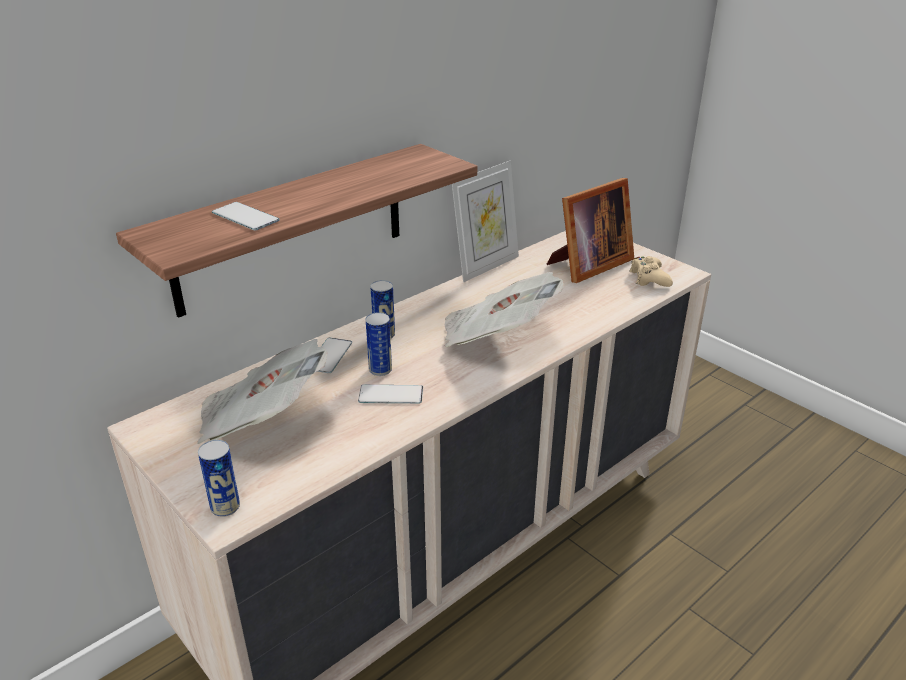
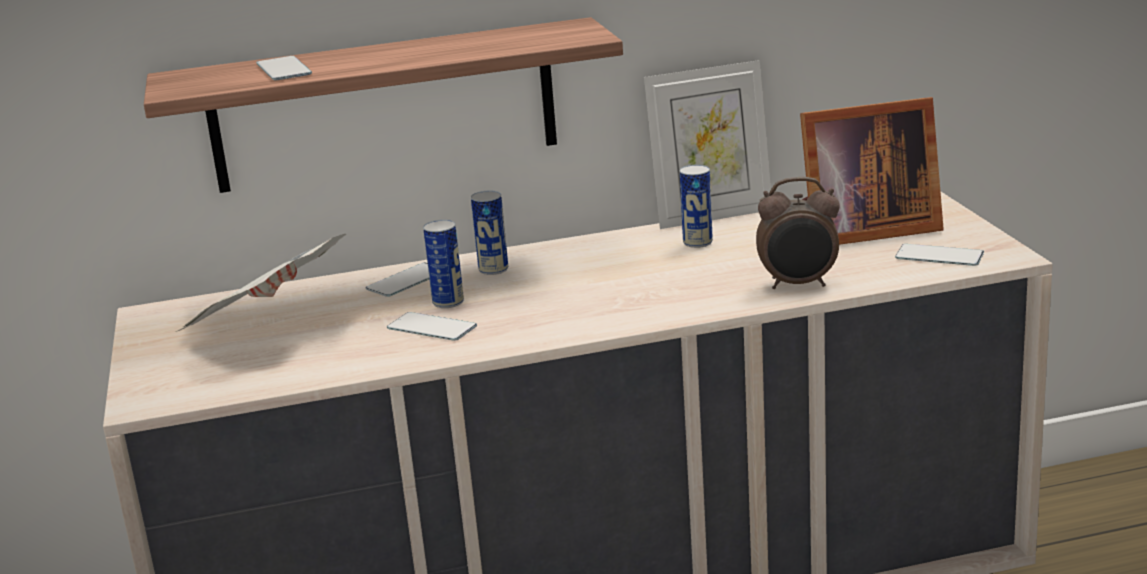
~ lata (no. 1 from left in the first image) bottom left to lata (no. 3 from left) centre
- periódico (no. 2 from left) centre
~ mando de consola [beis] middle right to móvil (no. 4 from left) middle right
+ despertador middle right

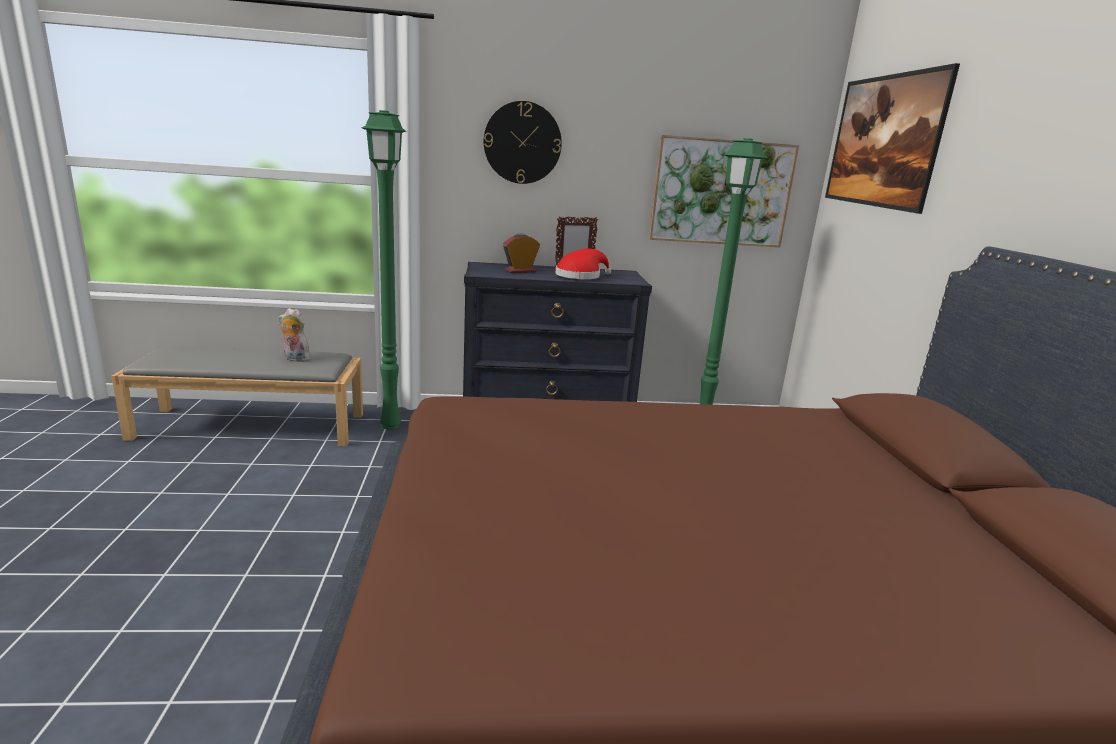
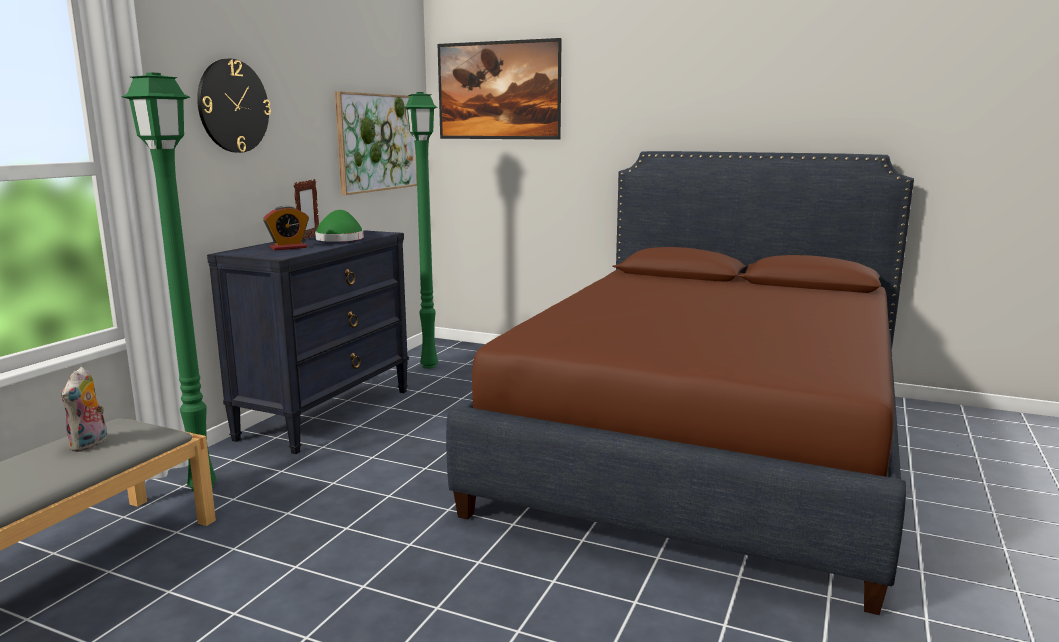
~ peluche middle left = middle left 45 degrees counterclockwise
~ despertador centre = middle left 120 degrees counterclockwise
~ sombrero [rojo] centre to sombrero [verde] middle left

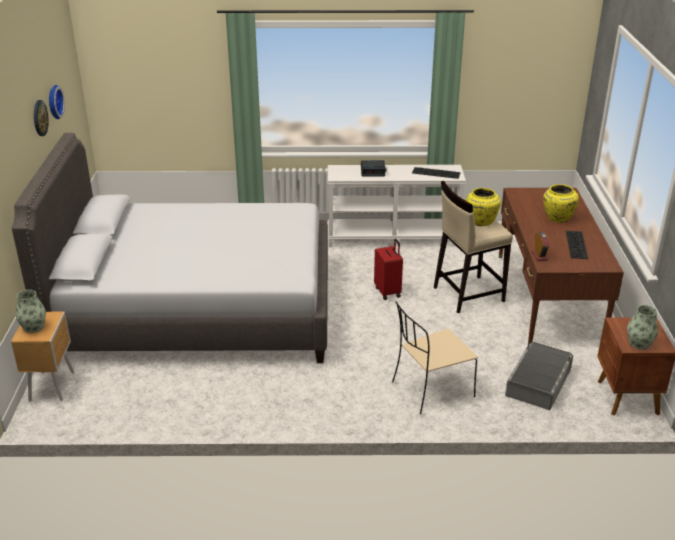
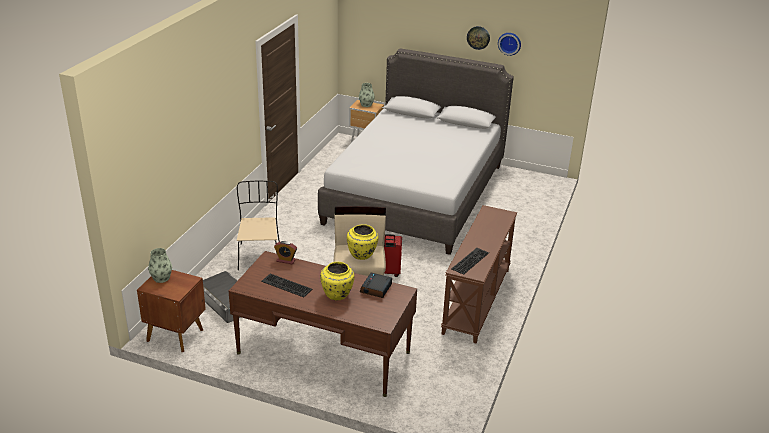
~ mesa consola [blanco] centre to mesa consola [marrón] centre
~ despertador (no. 1 from left in the first image) top centre to despertador (no. 2 from left) centre

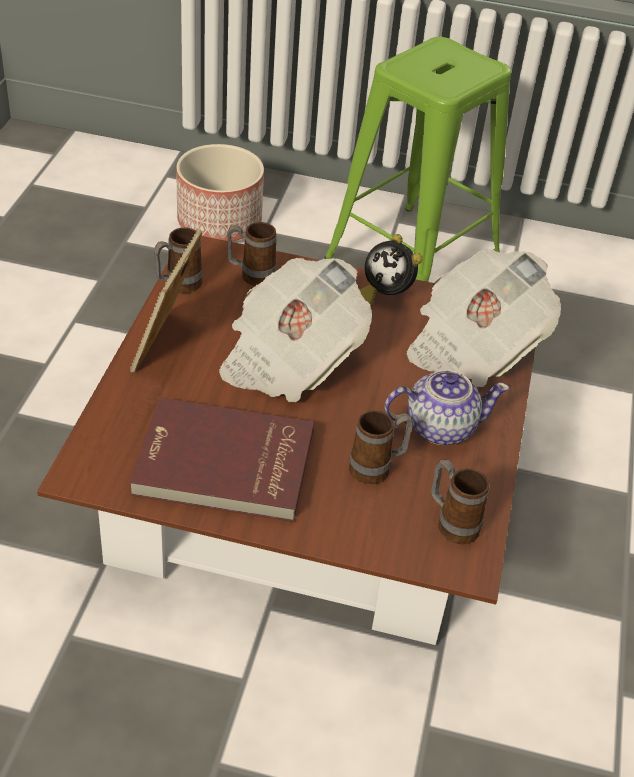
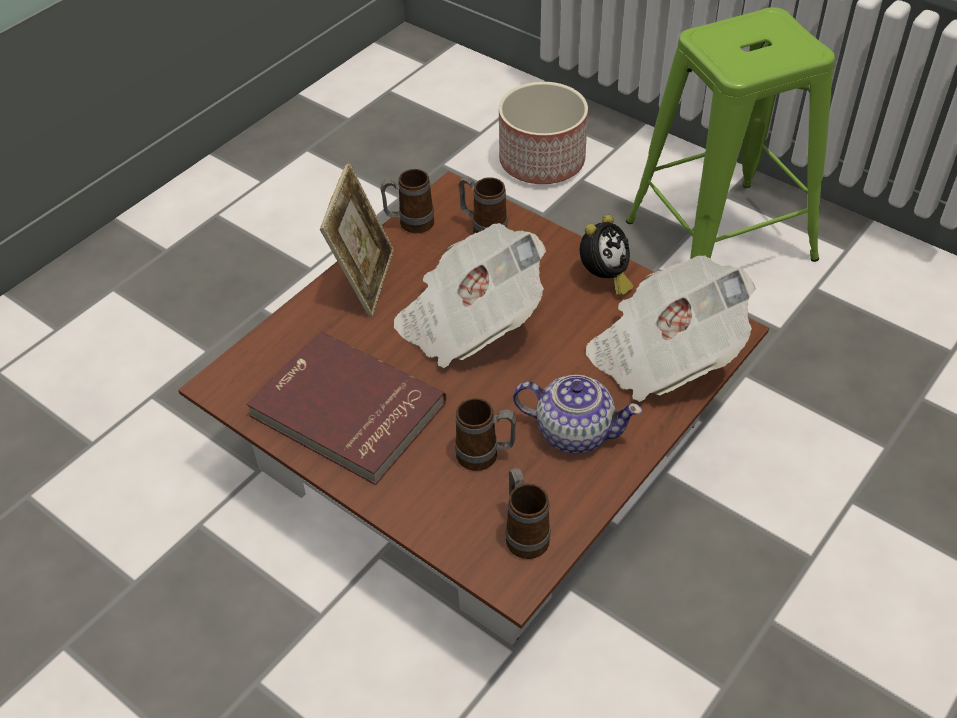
~ portarretratos middle left = top centre 150 degrees clockwise
~ despertador centre = centre 120 degrees counterclockwise

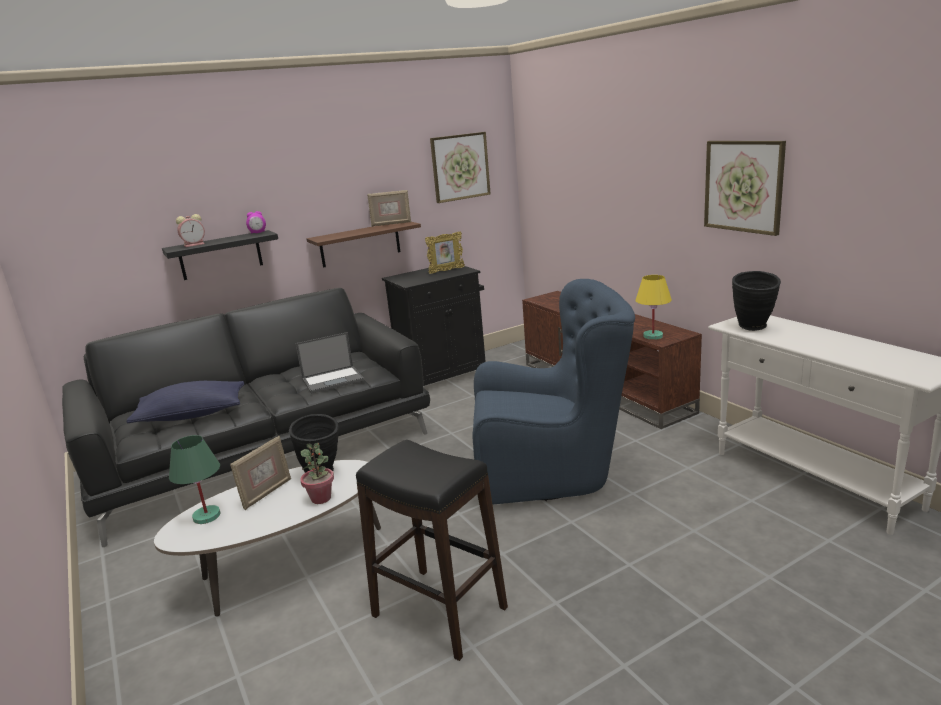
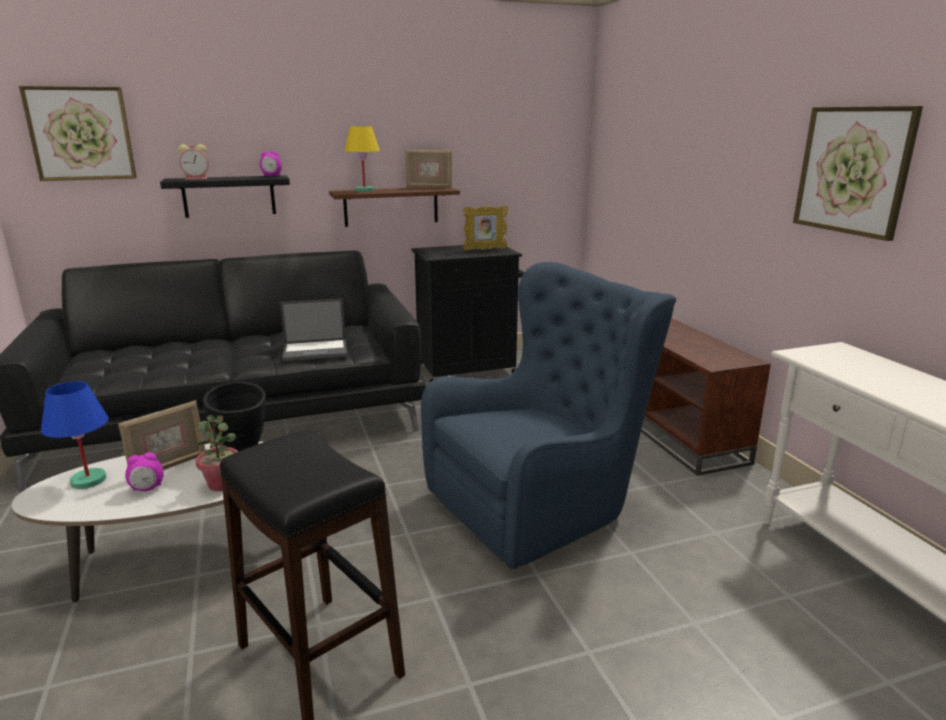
- cojín [azul] middle left
~ lámpara de mesa [verde] bottom left to lámpara de mesa [azul] middle left
~ cuadro (no. 1 from left) top centre to top left
~ sillón [azul] centre = centre 45 degrees counterclockwise
~ lámpara de mesa [amarillo] middle right to top centre
- florero [negro] (no. 2 from left) middle right
+ despertador (no. 1 from left) middle left

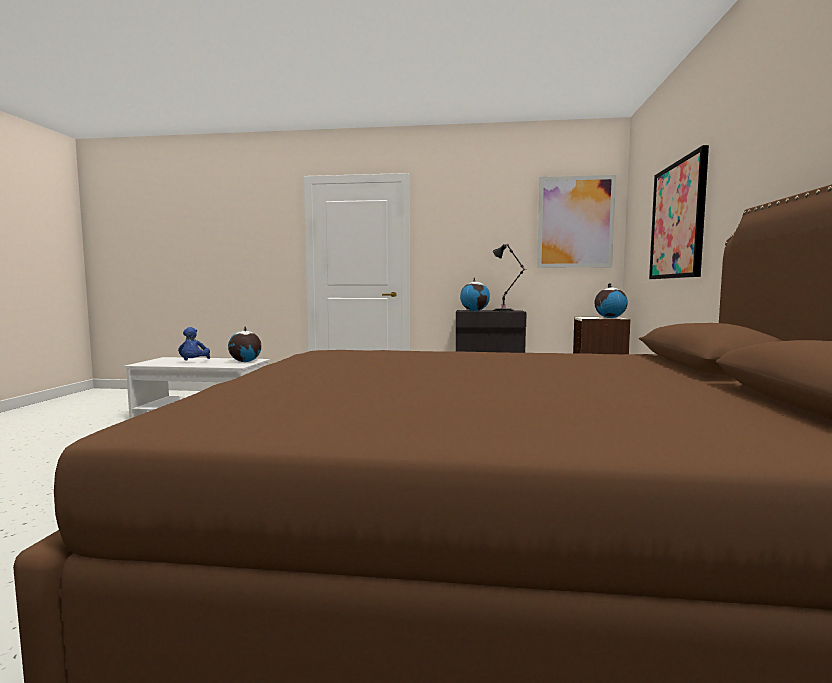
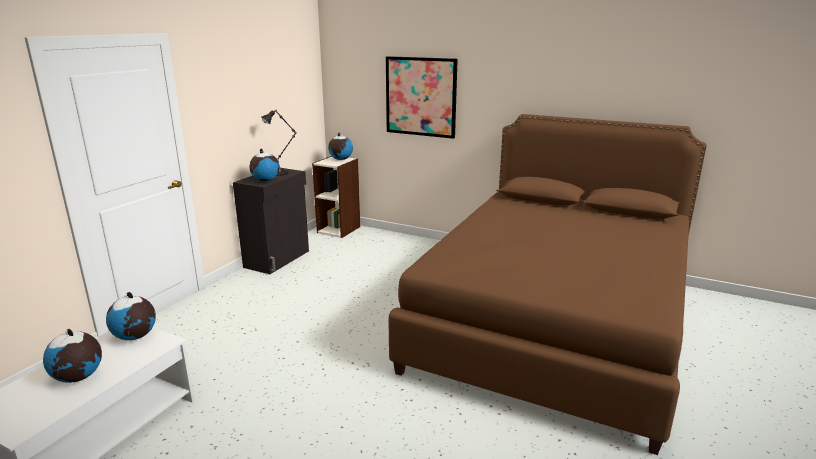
~ peluche [azul] middle left to globo terráqueo (no. 1 from left) bottom left
- cuadro (no. 1 from left) top right

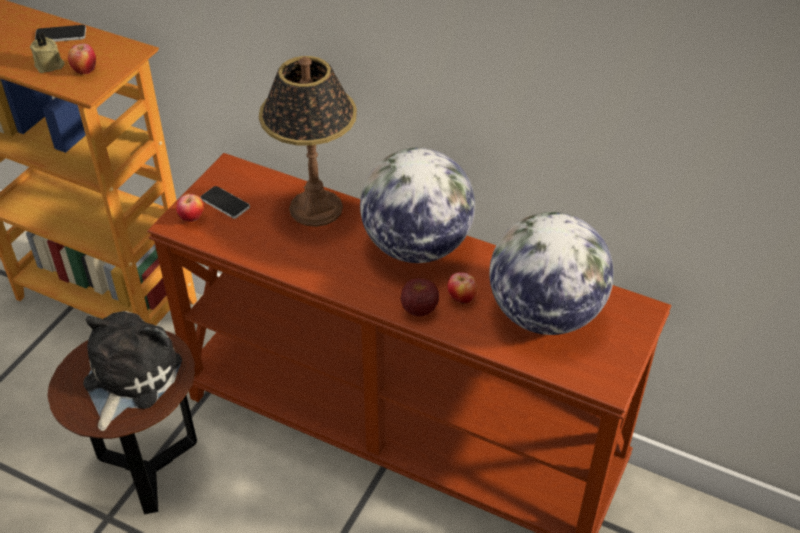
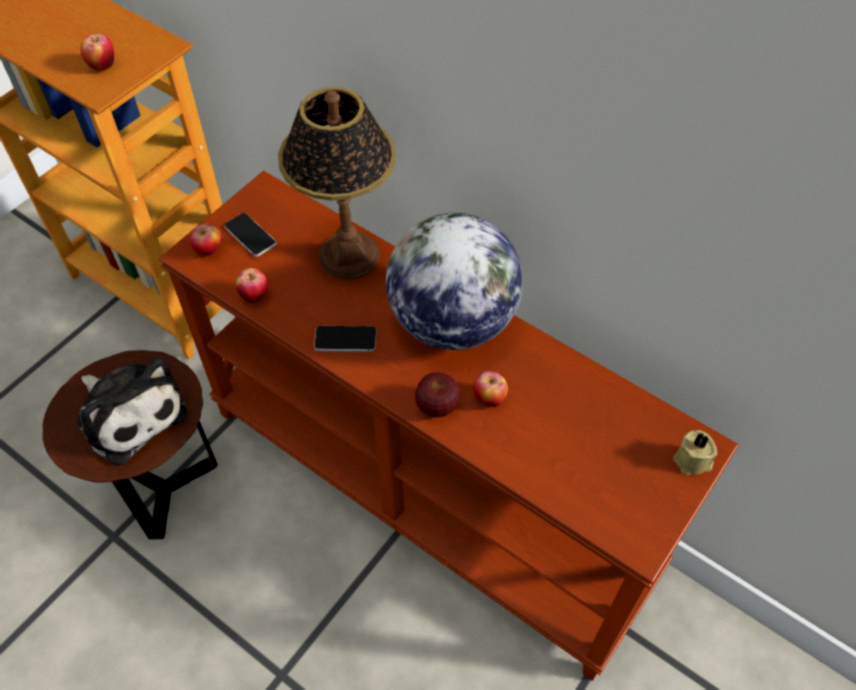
~ vela [beis] top left to middle right
~ móvil (no. 1 from left in the first image) top left to móvil (no. 2 from left) centre
~ peluche bottom left = middle left 105 degrees clockwise
- globo terráqueo (no. 2 from left) middle right
+ manzana (no. 3 from left) middle left

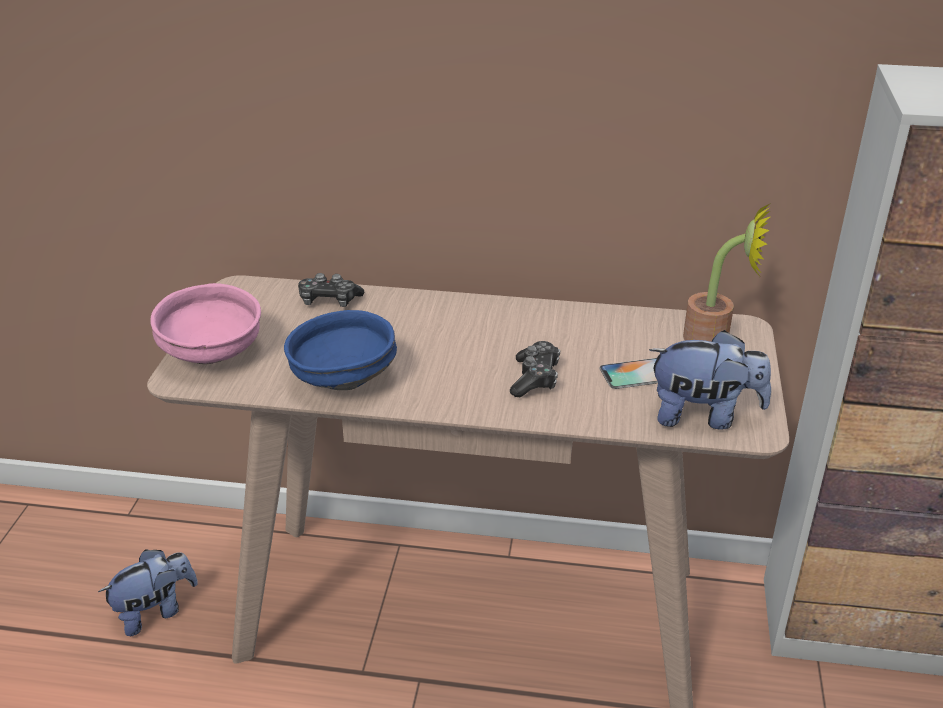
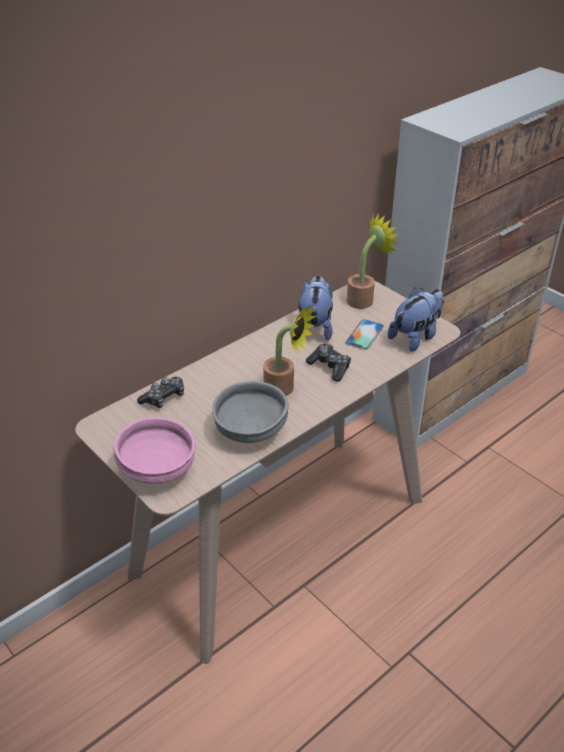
~ peluche (no. 1 from left) bottom left to centre
~ cuenco [azul] centre to cuenco [gris] centre
+ planta en maceta (no. 1 from left) centre

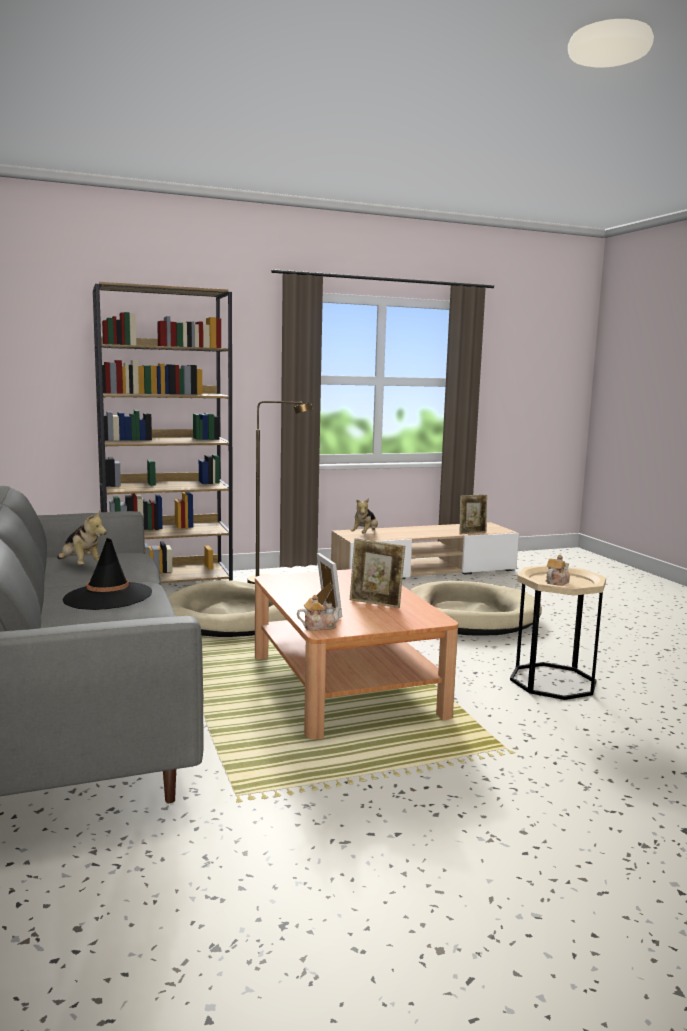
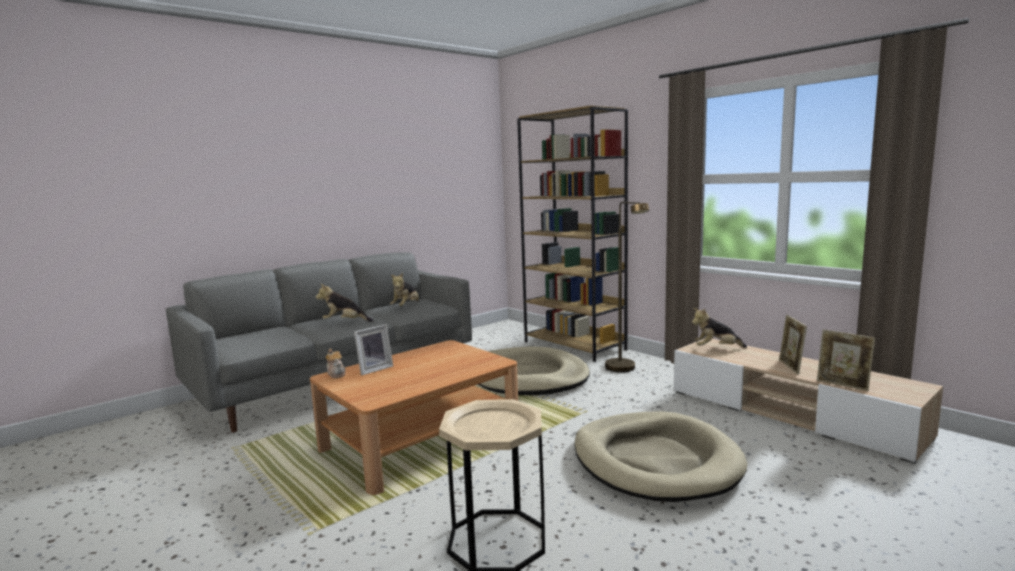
~ sombrero [negro] middle left to peluche (no. 1 from left) centre
~ portarretratos (no. 2 from left) centre to middle right
- tetera (no. 2 from left) middle right

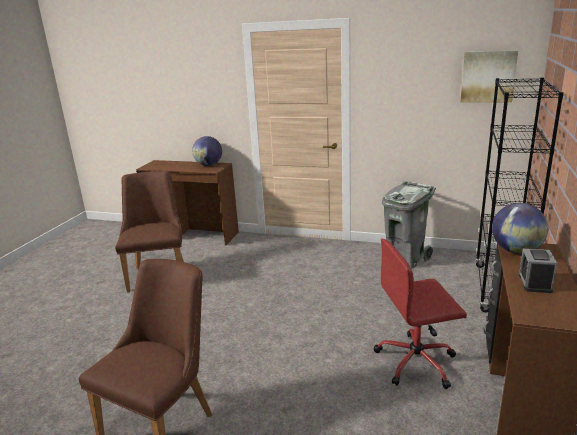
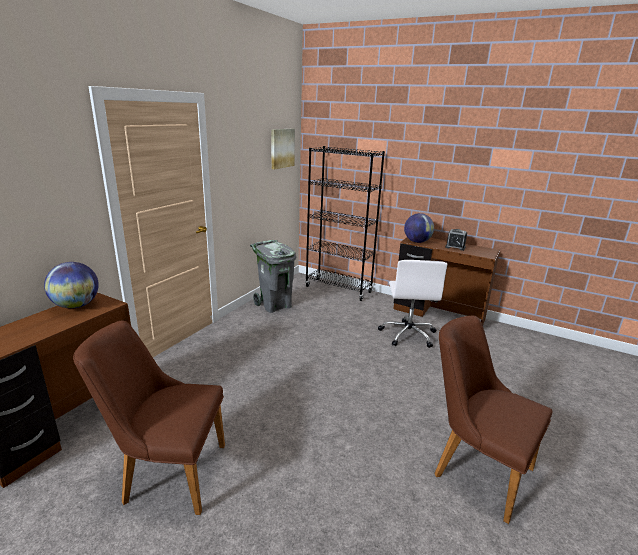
~ silla de oficina [rojo] bottom right to silla de oficina [blanco] centre

